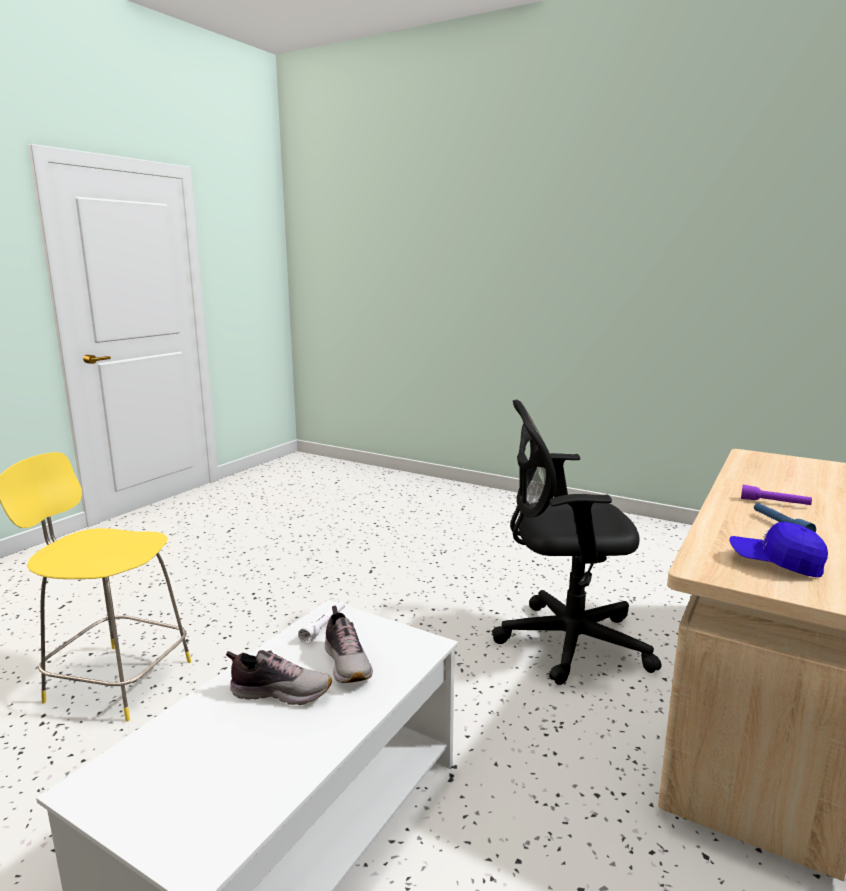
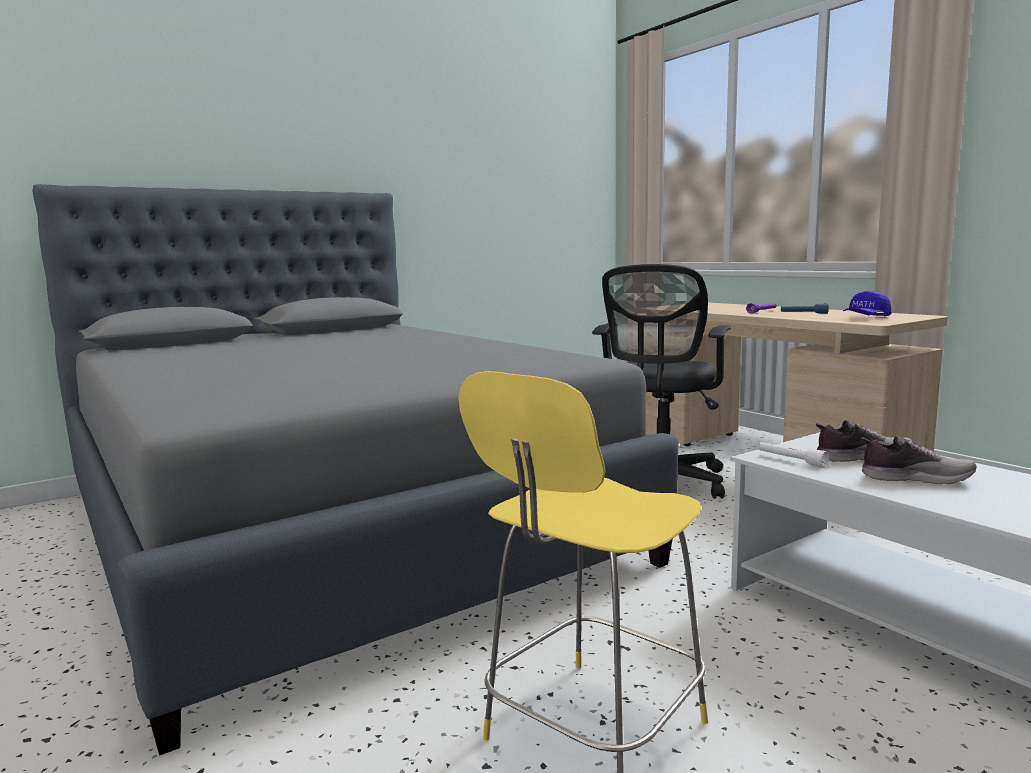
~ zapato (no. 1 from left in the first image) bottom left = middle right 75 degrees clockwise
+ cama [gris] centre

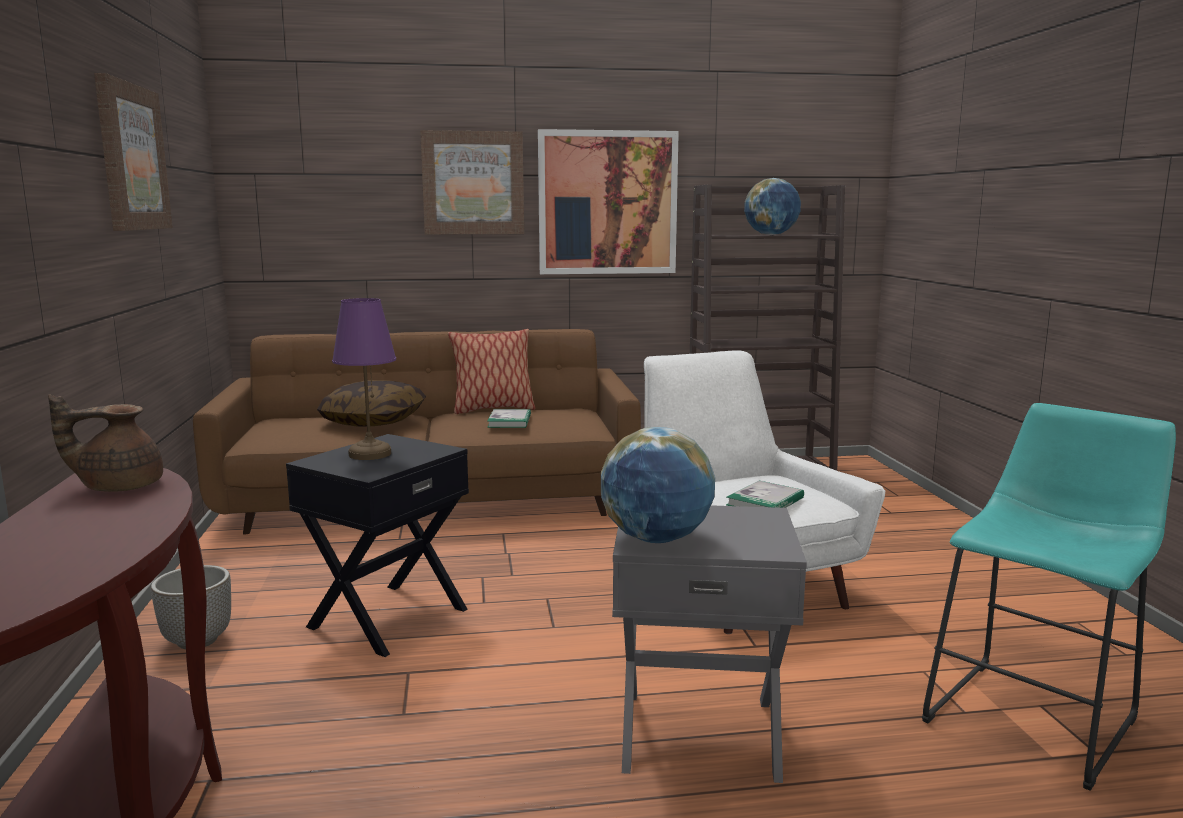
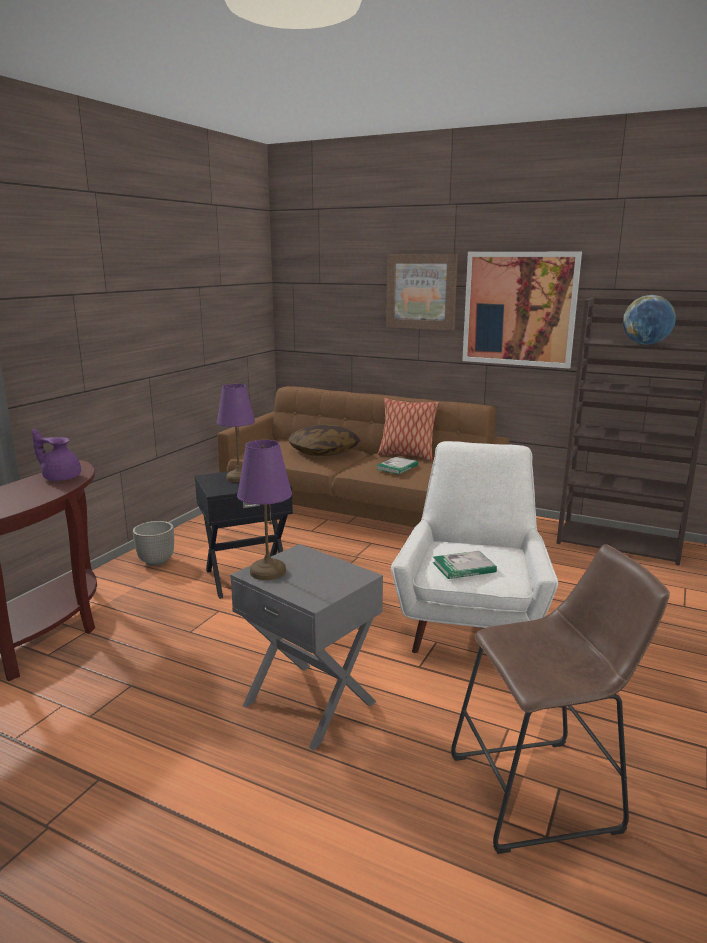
~ tetera [marrón] middle left to tetera [morado] middle left
- cuadro (no. 1 from left) top left
~ globo terráqueo (no. 1 from left) centre to lámpara de mesa [morado] (no. 2 from left) centre
~ taburete [turquesa] bottom right to taburete [marrón] bottom right

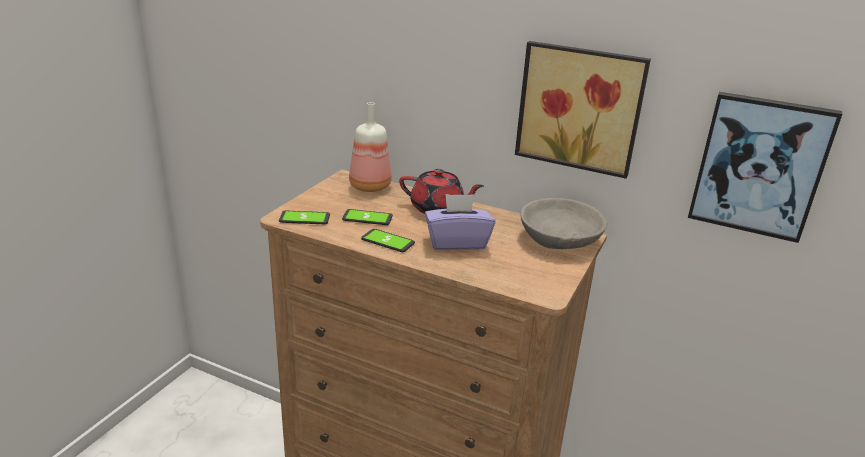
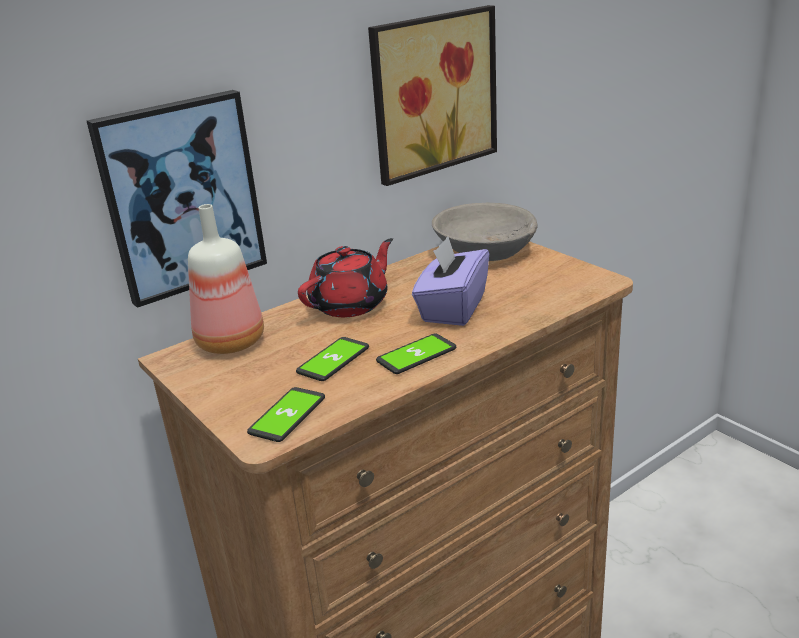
~ cuadro (no. 2 from left in the first image) middle right to cuadro (no. 1 from left) top left

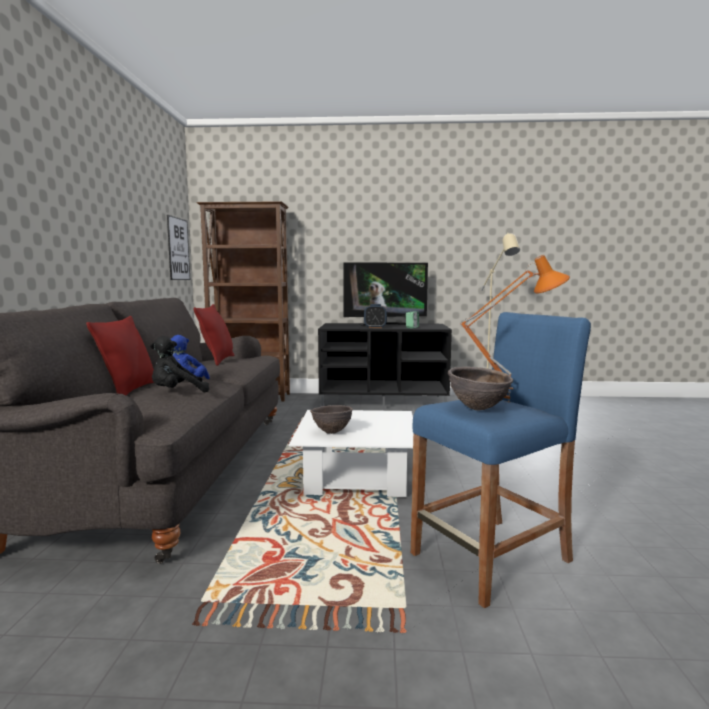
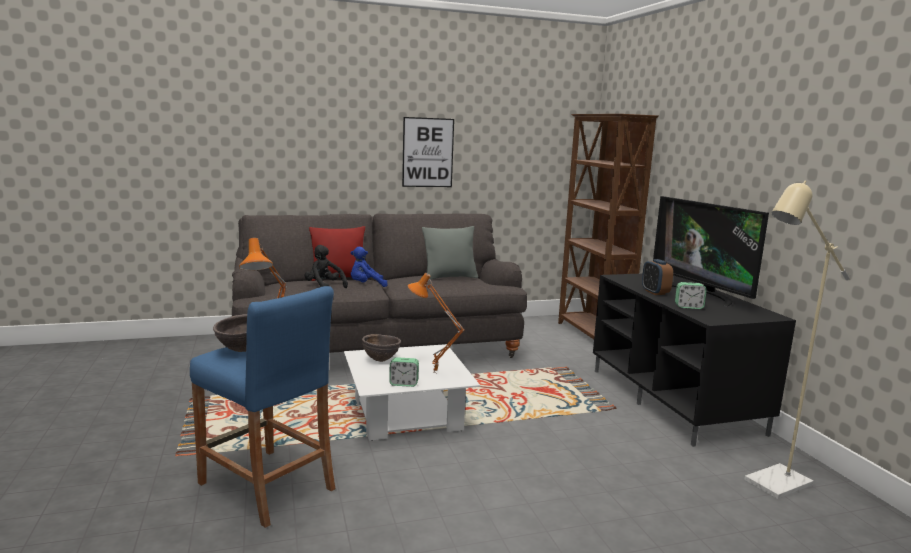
~ cuadro middle left to top centre
~ cojín [rojo] (no. 2 from left) middle left to cojín [gris] centre
+ despertador (no. 1 from left) bottom centre
+ lámpara de mesa [naranja] (no. 2 from left) centre

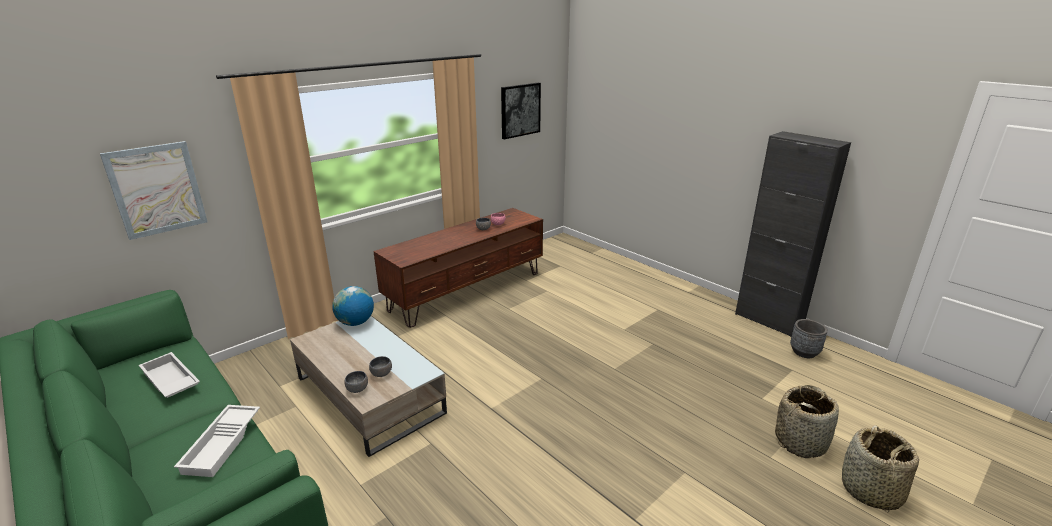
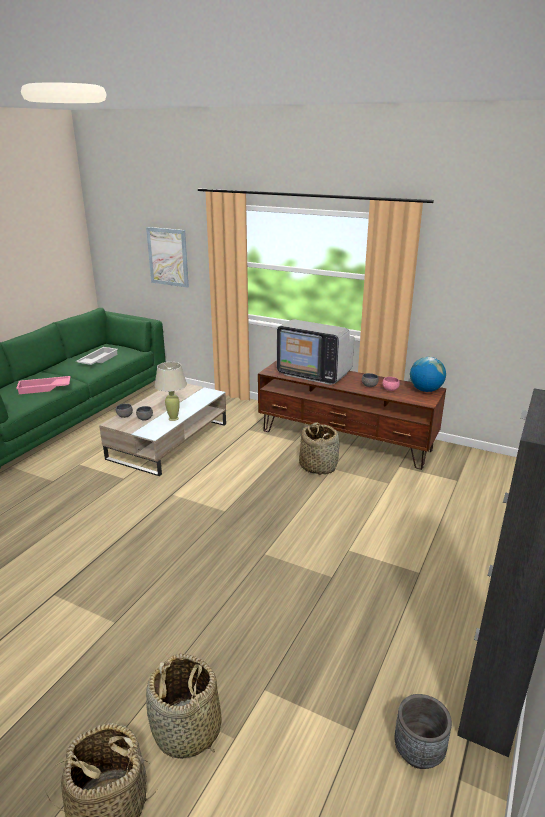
~ bandeja [blanco] (no. 2 from left) bottom left to bandeja [rosa] middle left
~ globo terráqueo centre to middle right
- cuadro (no. 2 from left) top centre
+ lámpara de mesa [beis] middle left
+ televisor centre
+ cesta (no. 3 from left) centre

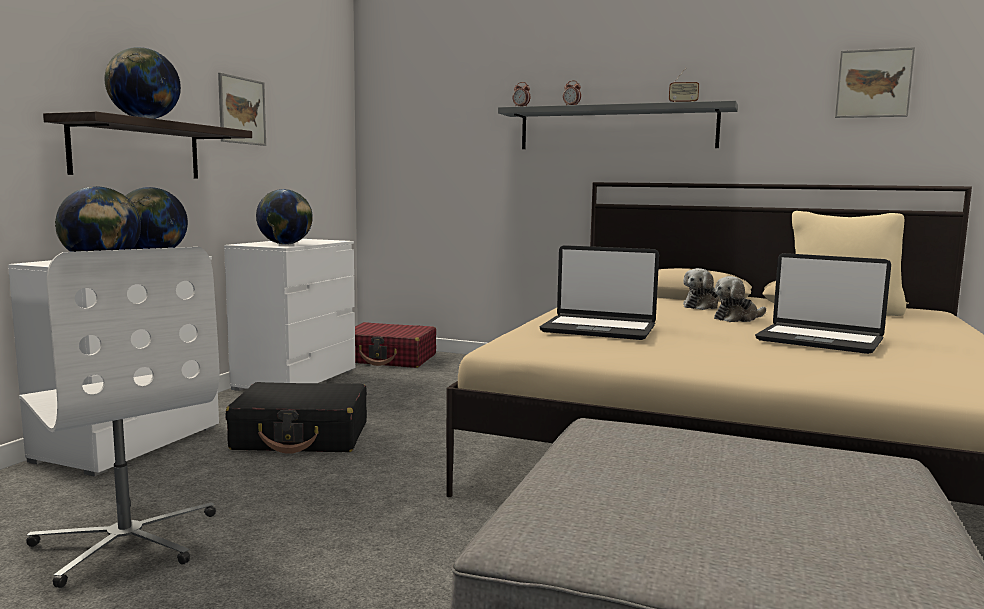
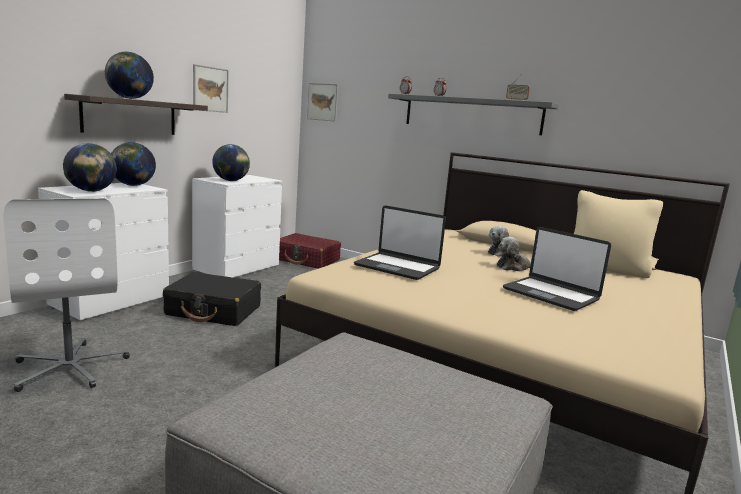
~ cuadro (no. 2 from left) top right to top centre

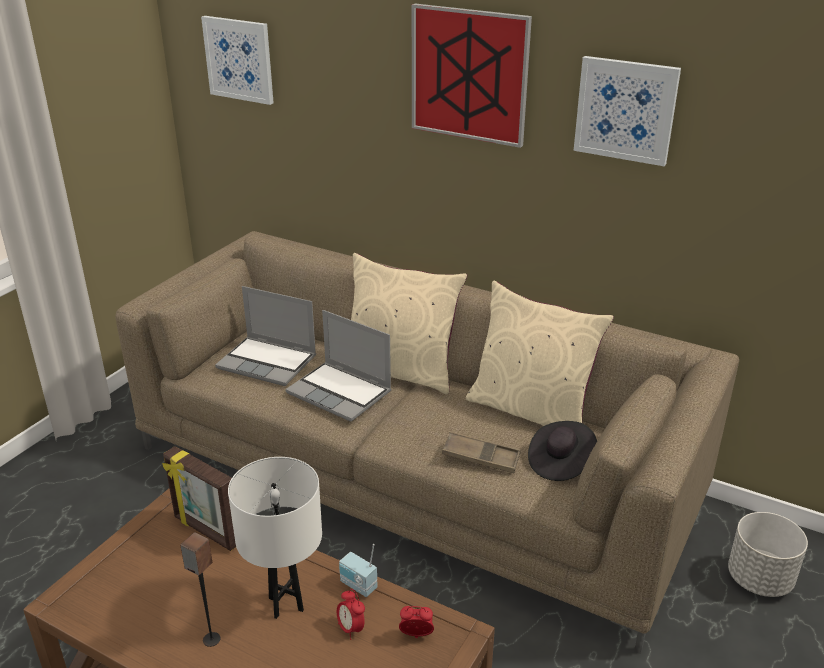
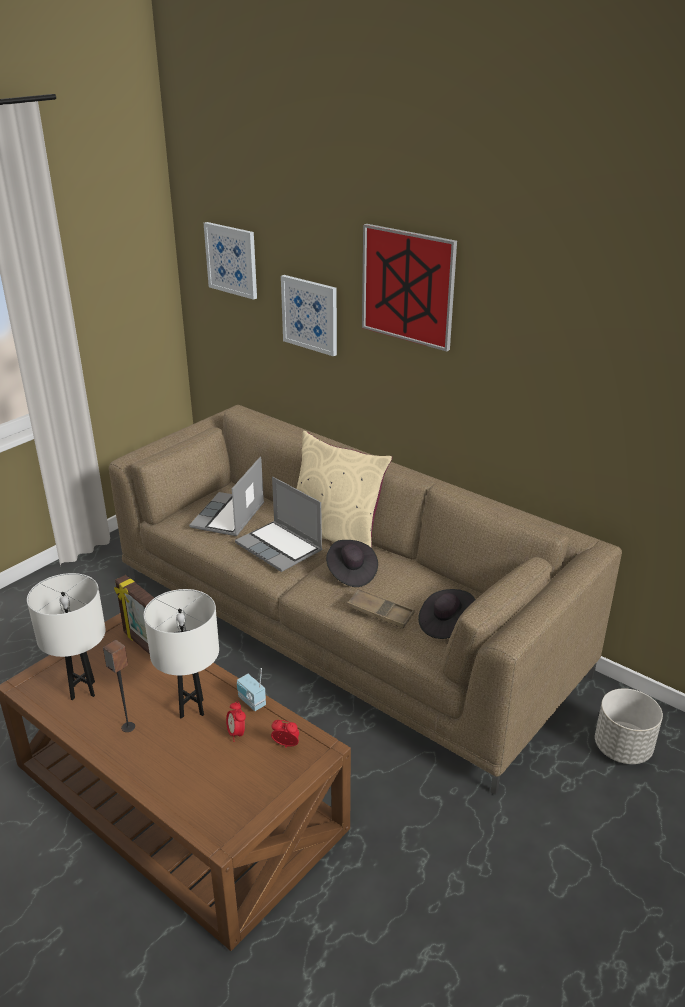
~ portátil (no. 1 from left) middle left = middle left 75 degrees clockwise
- cojín [beis] (no. 2 from left) centre
~ cuadro (no. 3 from left in the first image) top right to cuadro (no. 2 from left) top centre
+ lámpara de mesa [blanco] (no. 1 from left) middle left
+ sombrero [negro] (no. 1 from left) centre

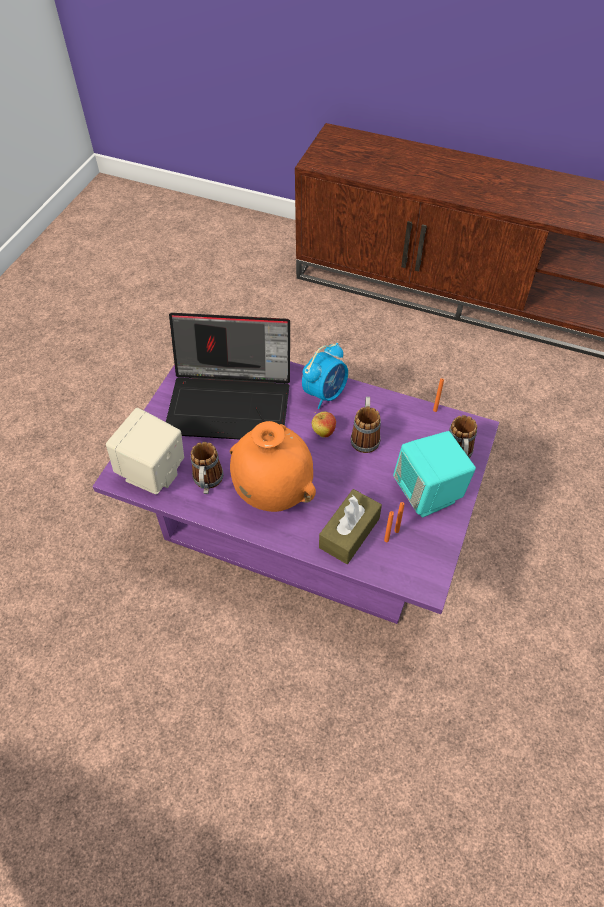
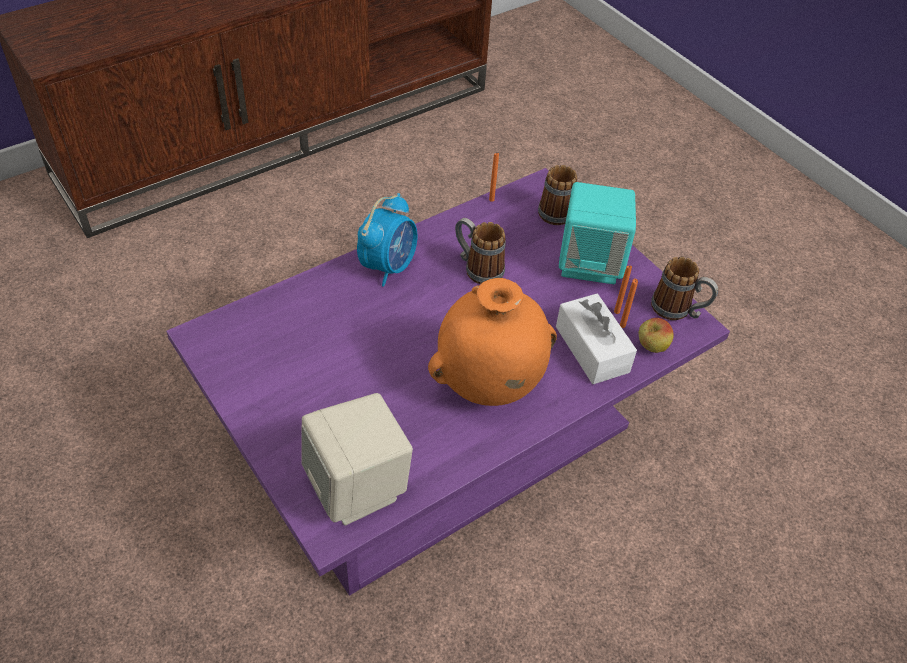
- portátil centre
~ taza grande (no. 1 from left in the first image) centre to taza grande (no. 3 from left) middle right
~ despertador centre = centre 45 degrees clockwise
~ manzana centre to middle right
~ caja de pañuelos [marrón] centre to caja de pañuelos [blanco] centre

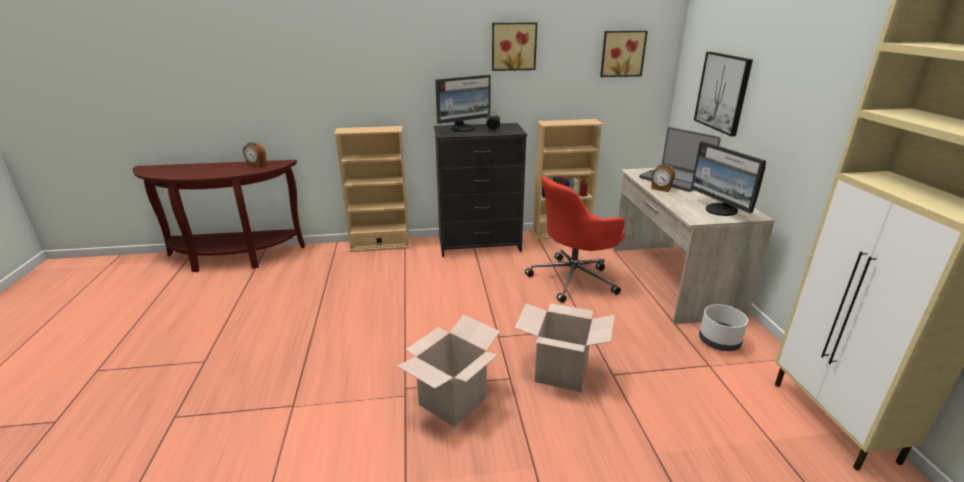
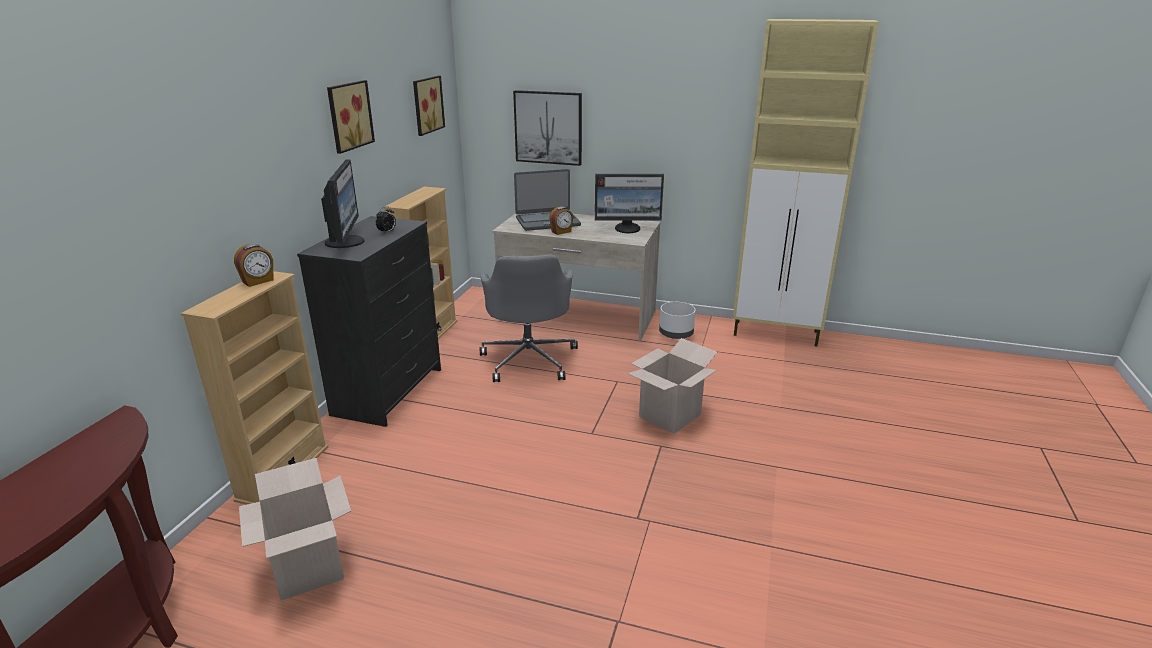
~ despertador (no. 1 from left) top left to middle left
~ caja de cartón (no. 1 from left) bottom centre to bottom left
~ silla de oficina [rojo] centre to silla de oficina [gris] centre

